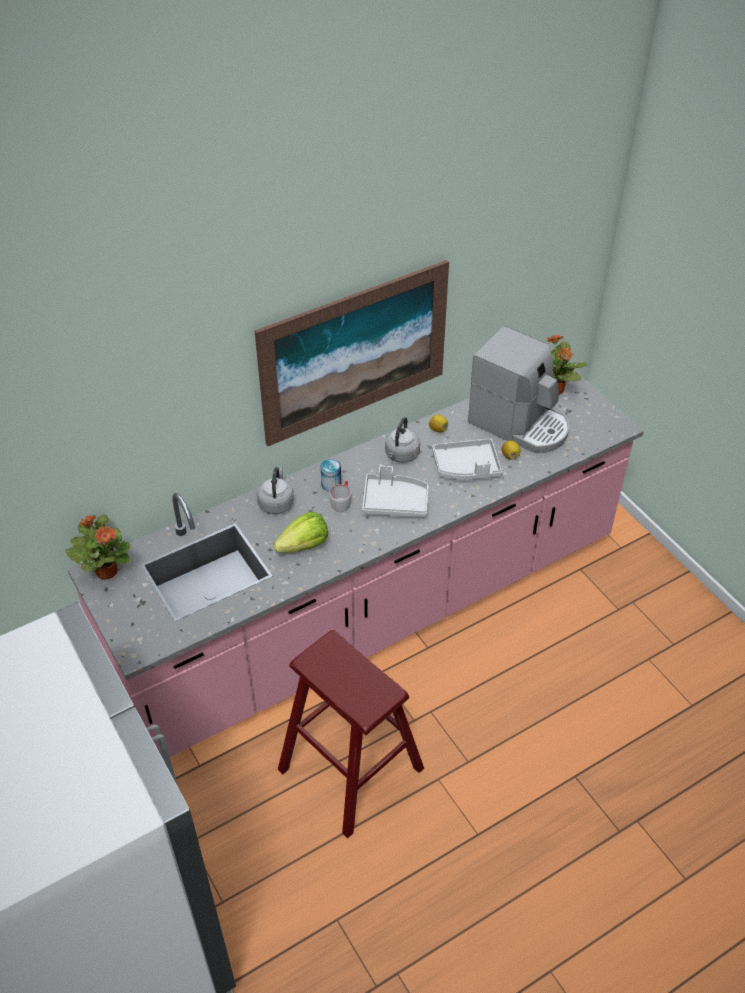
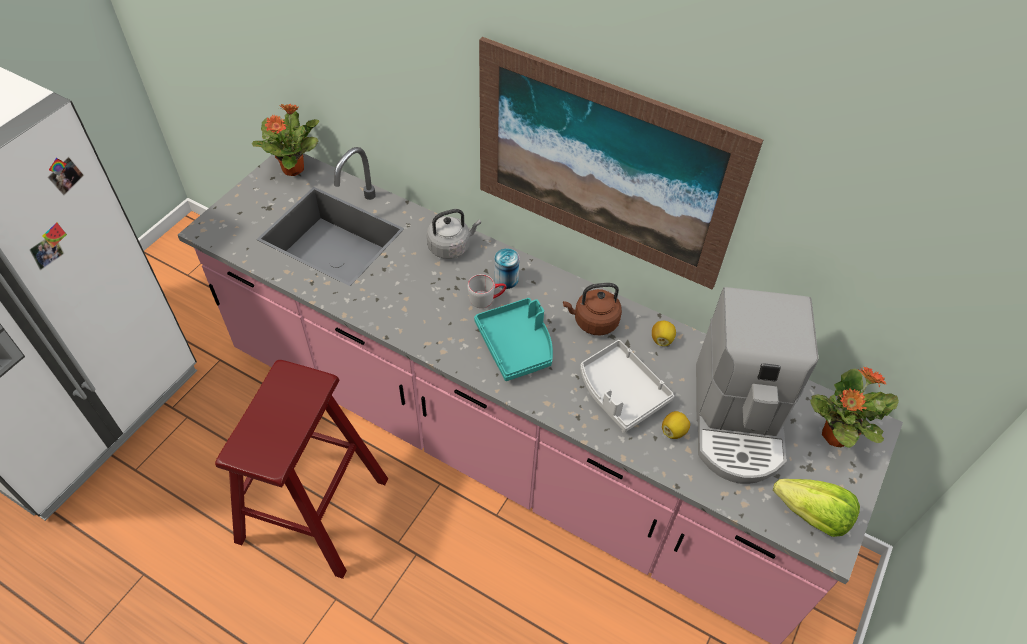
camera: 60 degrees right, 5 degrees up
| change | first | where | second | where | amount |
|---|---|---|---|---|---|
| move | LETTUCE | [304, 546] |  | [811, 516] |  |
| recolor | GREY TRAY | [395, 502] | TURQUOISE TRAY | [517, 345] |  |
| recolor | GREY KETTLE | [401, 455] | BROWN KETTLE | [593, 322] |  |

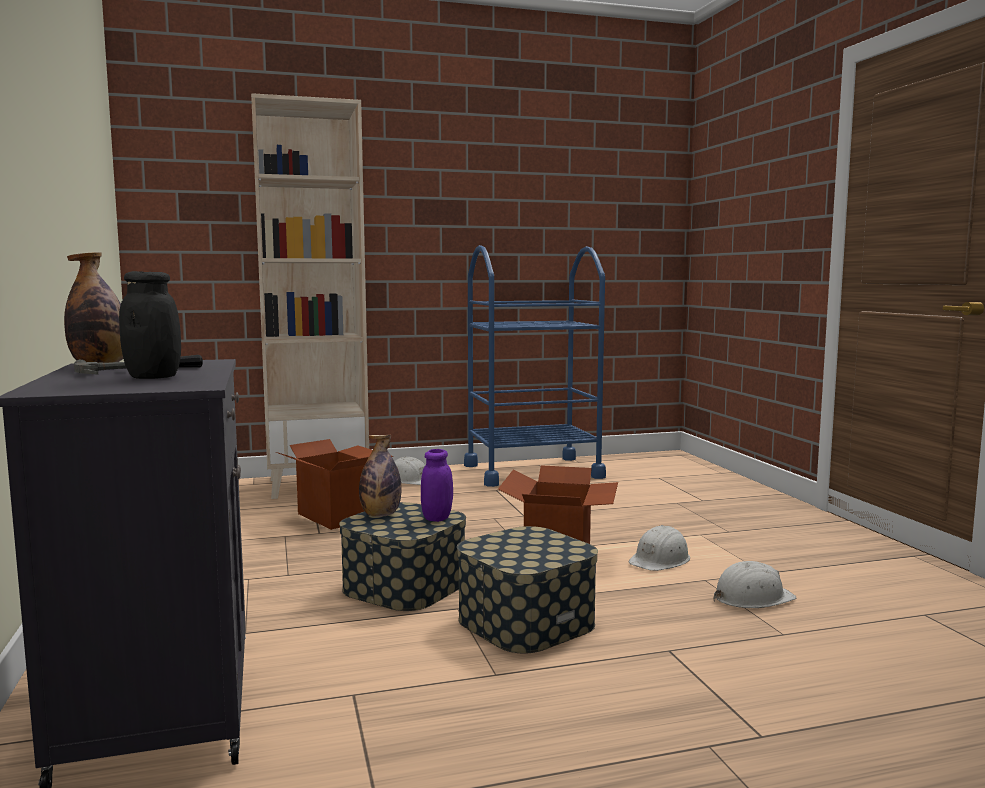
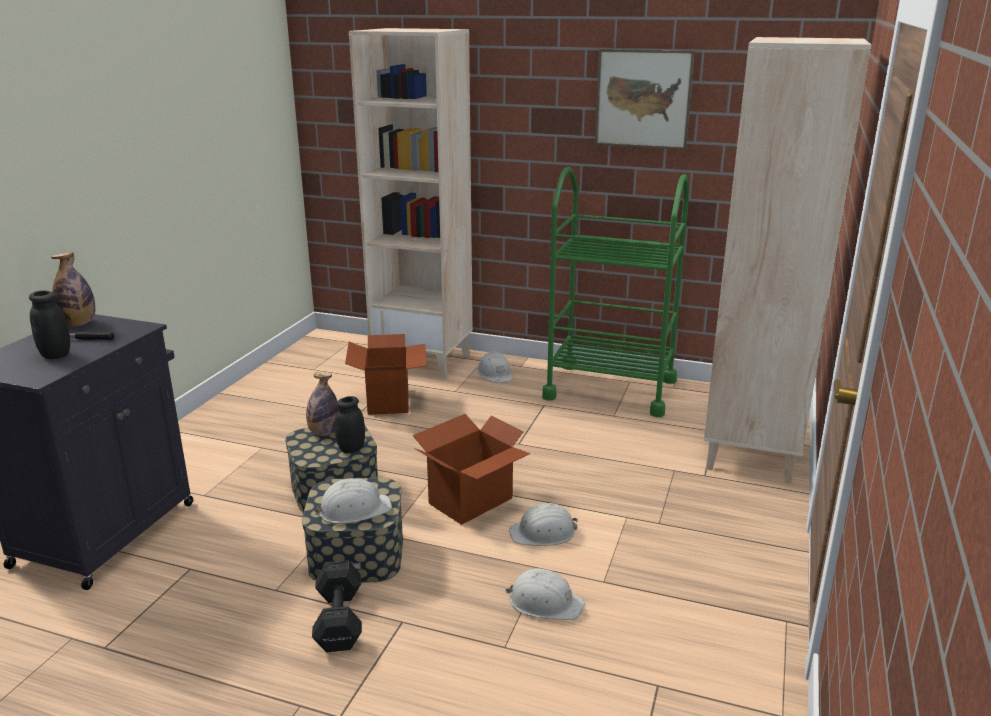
camera: 35 degrees right, 15 degrees up
| change | first | where | second | where | amount |
|---|---|---|---|---|---|
| insert |  |  | BLACK DUMBBELL | [340, 619] |  |
| insert |  |  | WHITE HARD HAT | [354, 509] |  |
| insert |  |  | PICTURE | [643, 99] |  |
| insert |  |  | BEIGE BOOKCASE | [752, 453] |  |
| recolor | PURPLE JAR | [437, 518] | BLACK JAR | [351, 449] |  |
| recolor | BLUE CART | [532, 471] | GREEN CART | [610, 389] |  |

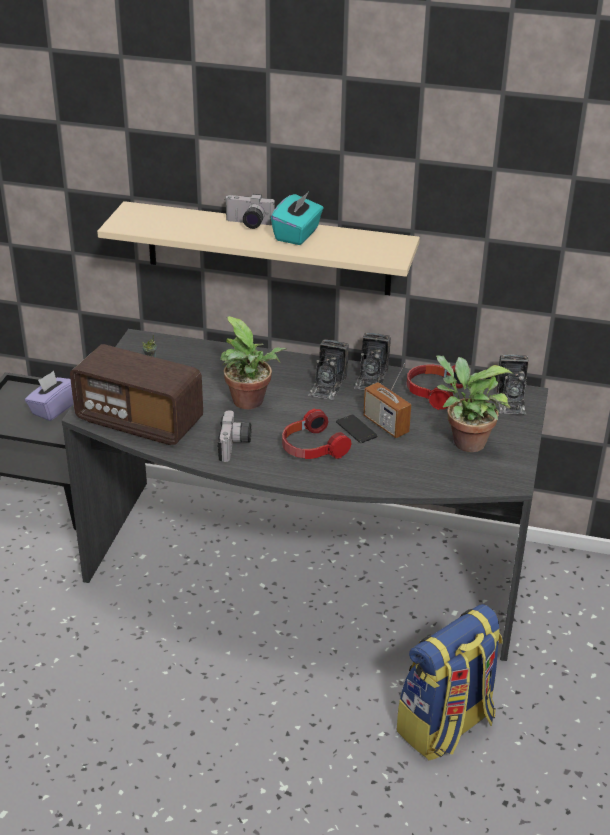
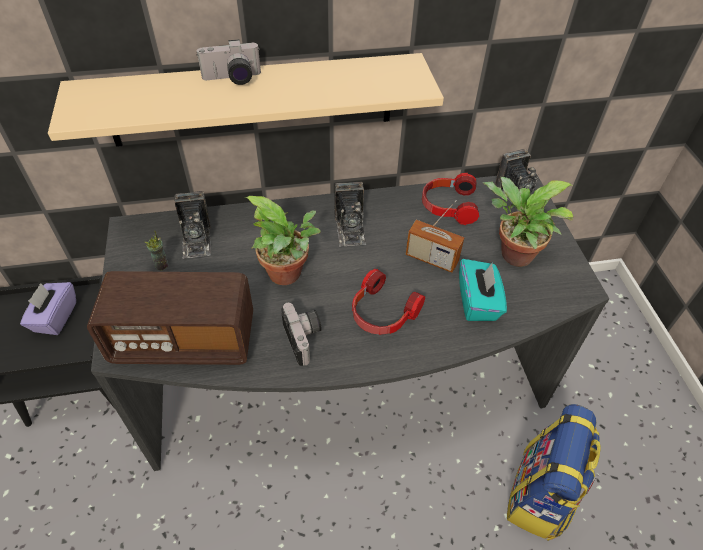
camera: 25 degrees left, 15 degrees up
| change | first | where | second | where | amount |
|---|---|---|---|---|---|
| delete | PHONE | [356, 429] |  |  |  |
| move | TURQUOISE TISSUE BOX | [297, 234] |  | [478, 302] |  |
| move | PHOTO CAMERA | [371, 378] |  | [196, 238] |  |

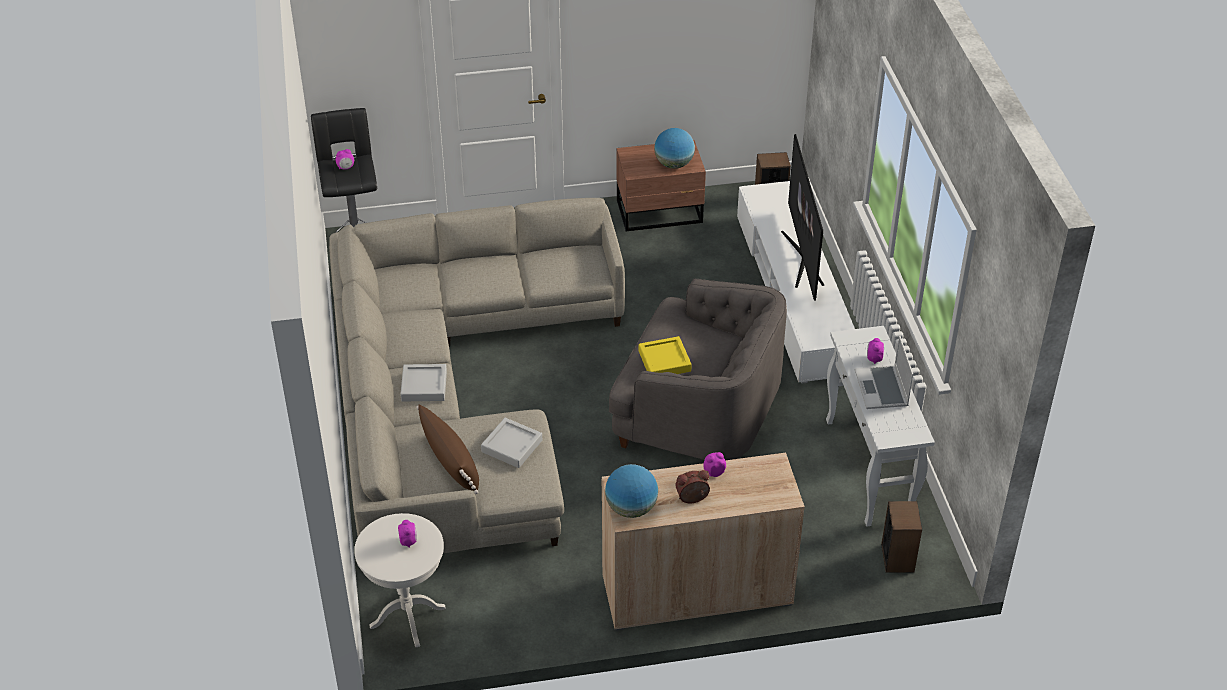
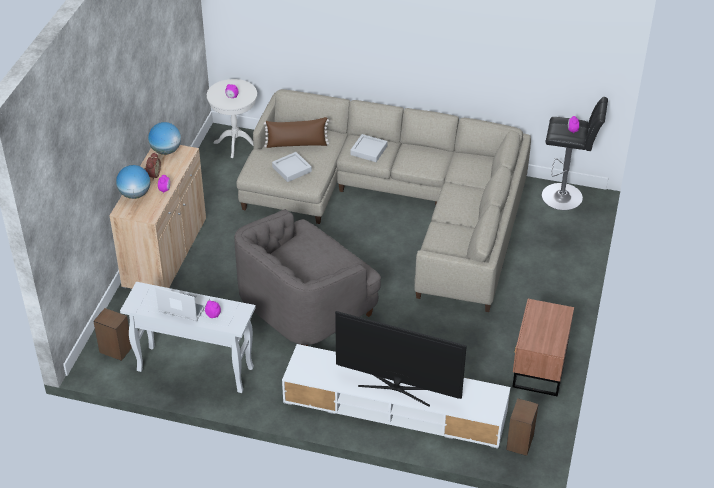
camera: 115 degrees right, 0 degrees up
| change | first | where | second | where | amount |
|---|---|---|---|---|---|
| delete | YELLOW TRAY | [664, 361] |  |  |  |
| move | GLOBE | [674, 164] |  | [135, 194] |  |

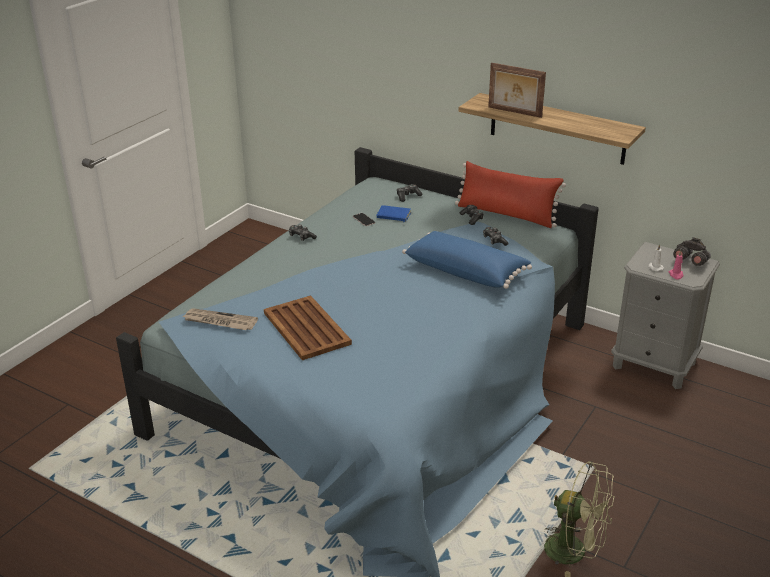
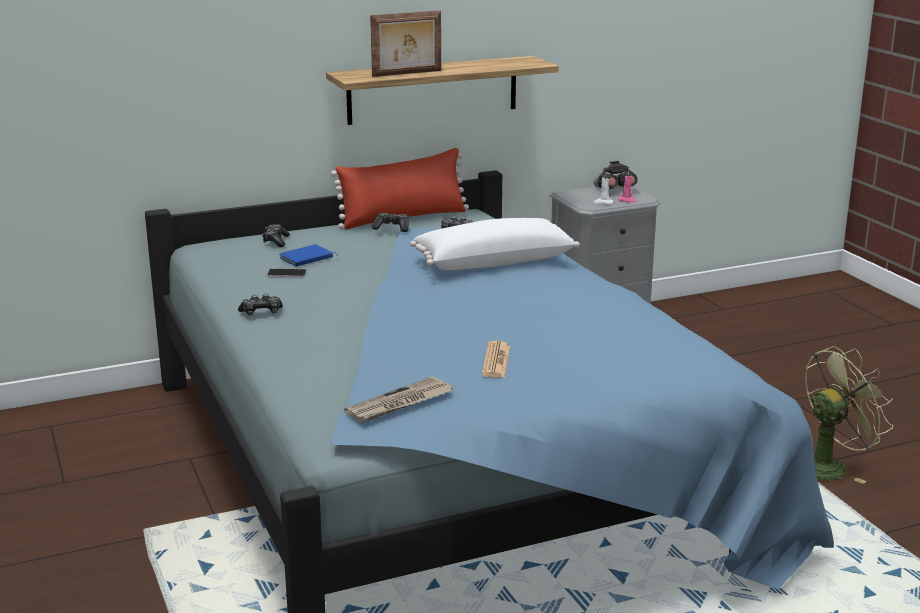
camera: 55 degrees left, 10 degrees down
| change | first | where | second | where | amount |
|---|---|---|---|---|---|
| replace | BROWN TRAY | [306, 329] | NEWSPAPER | [496, 361] |  |
| recolor | BLUE PILLOW | [466, 271] | WHITE PILLOW | [493, 262] |  |

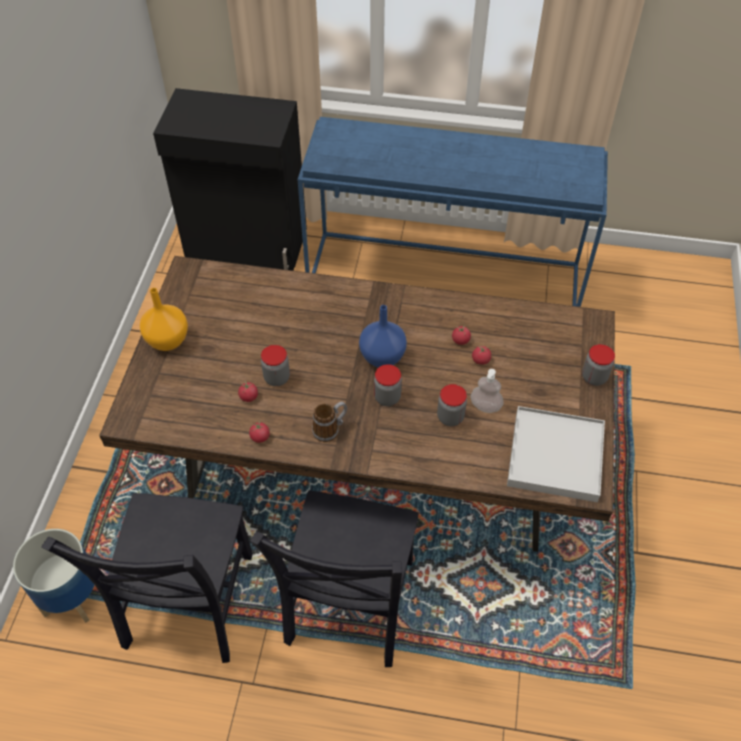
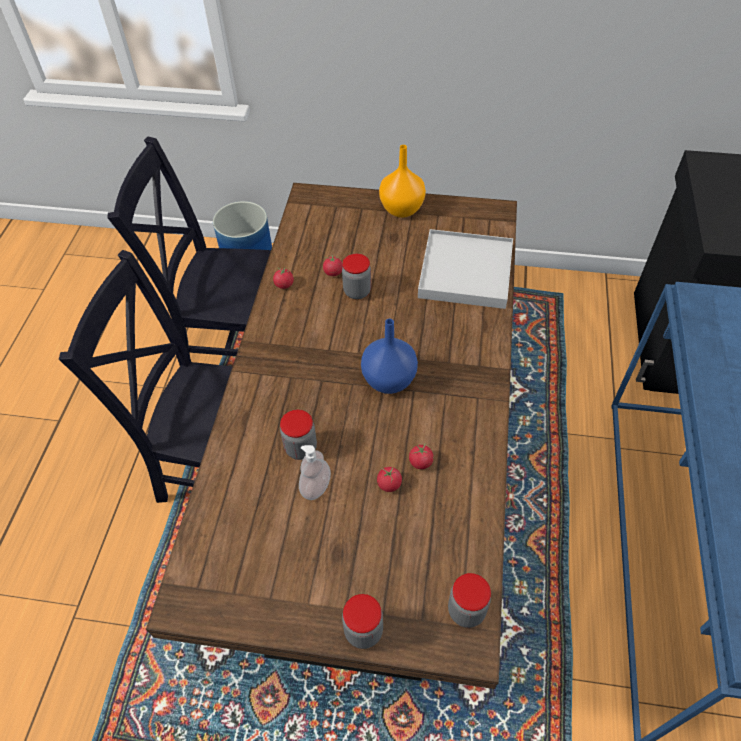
camera: 90 degrees right, 0 degrees up
| change | first | where | second | where | amount |
|---|---|---|---|---|---|
| delete | MUG | [330, 429] |  |  |  |
| move | JAR | [387, 397] |  | [466, 610] |  |
| move | WHITE TRAY | [555, 456] |  | [465, 272] |  |

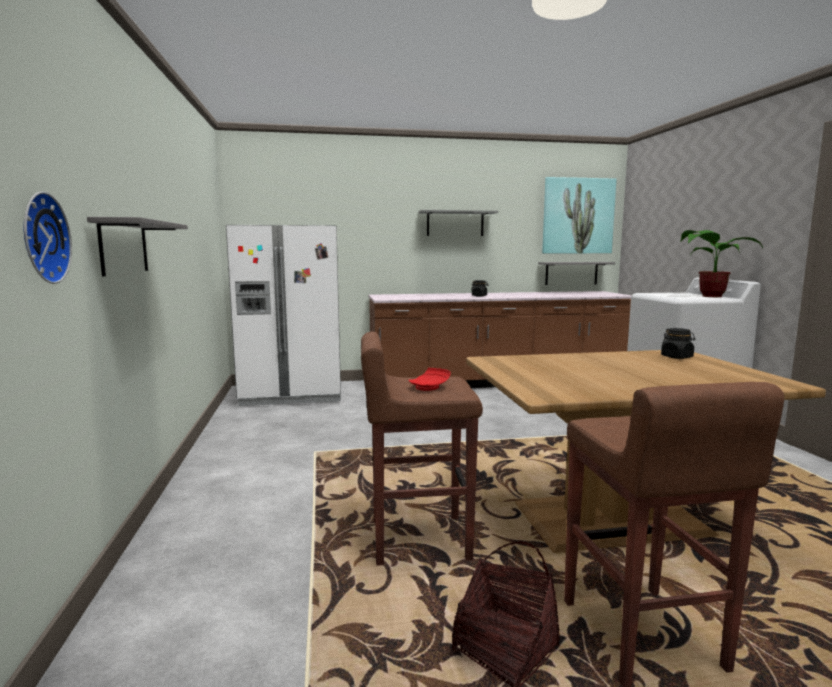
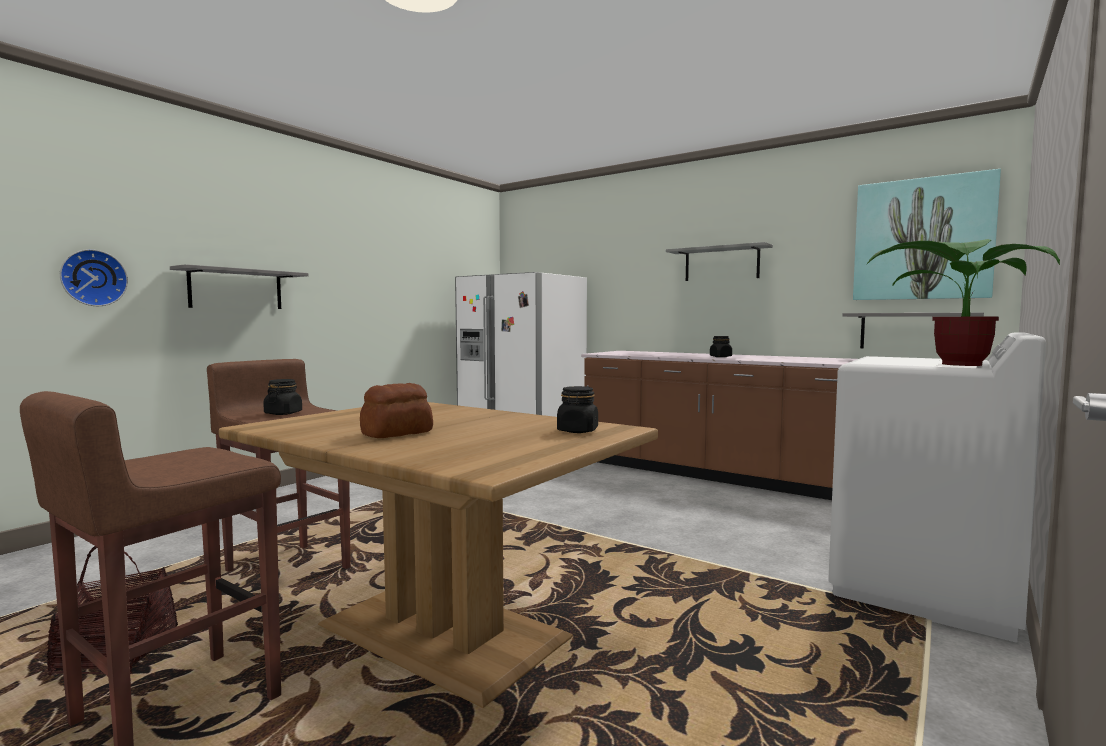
camera: 45 degrees right, 5 degrees down
| change | first | where | second | where | amount |
|---|---|---|---|---|---|
| insert |  |  | BREAD | [395, 433] |  |
| replace | RED PLATE | [430, 387] | BLACK JAR | [283, 413] |  |

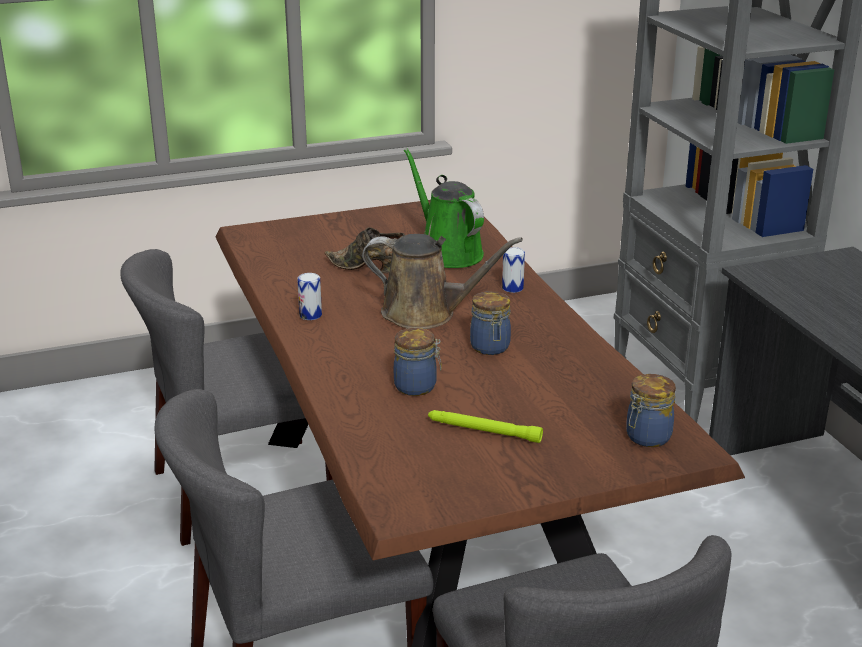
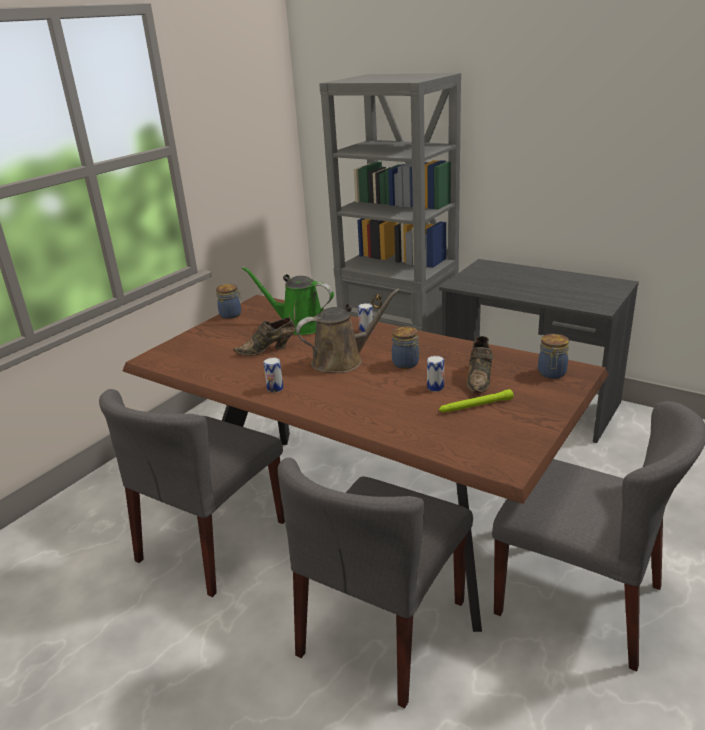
camera: 35 degrees left, 0 degrees up
| change | first | where | second | where | amount |
|---|---|---|---|---|---|
| insert |  |  | CAN | [435, 387] |  |
| insert |  |  | BROWN SHOE | [479, 378] |  |
| move | JAR | [417, 386] |  | [231, 314] |  |

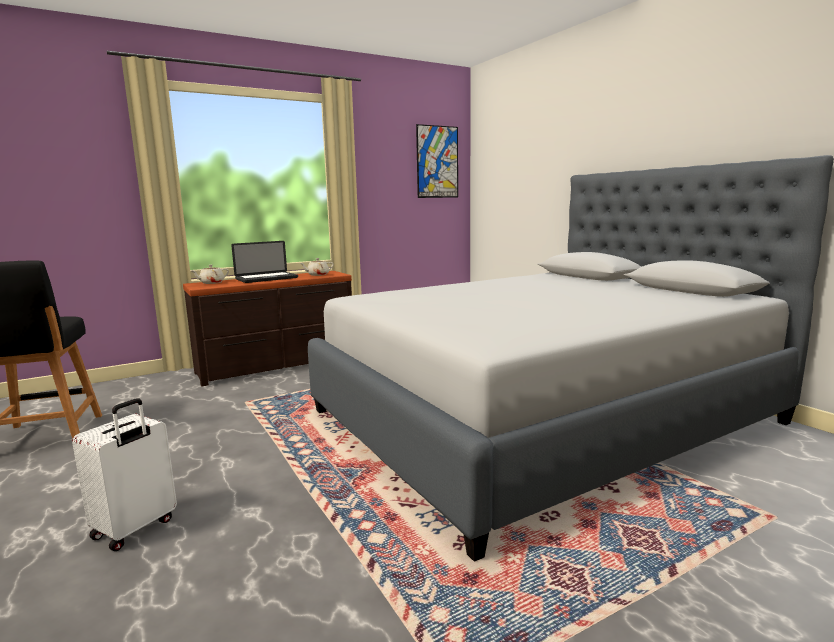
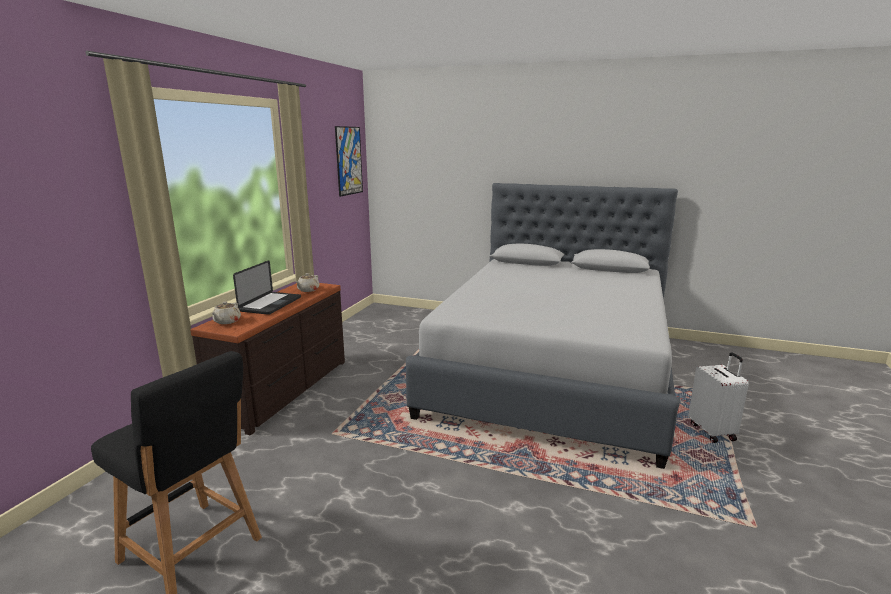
camera: 40 degrees left, 5 degrees up
| change | first | where | second | where | amount |
|---|---|---|---|---|---|
| move | WHITE SUITCASE | [135, 529] |  | [713, 431] |  |

